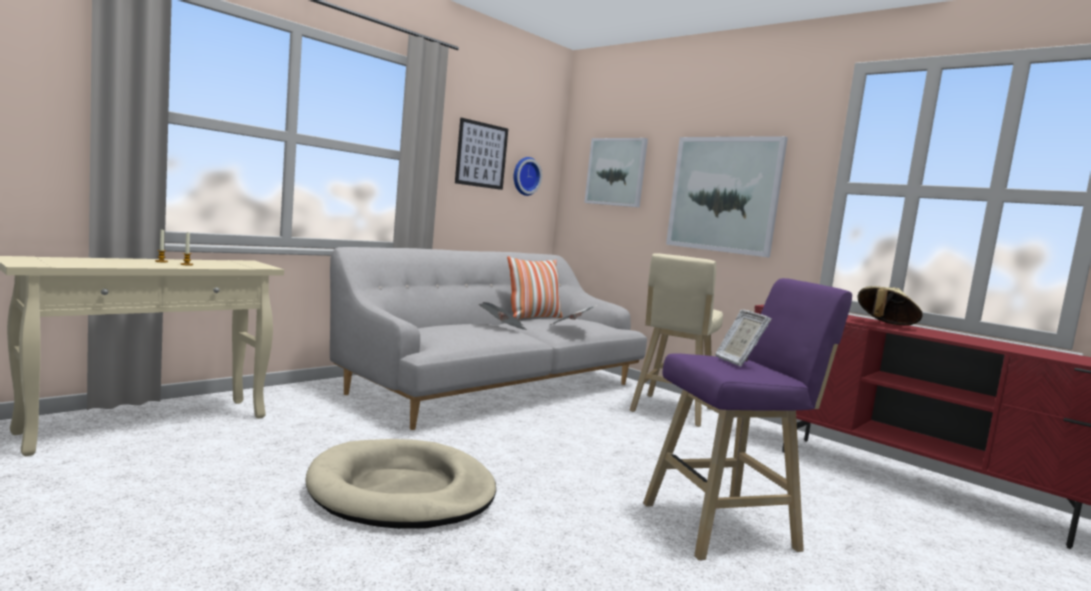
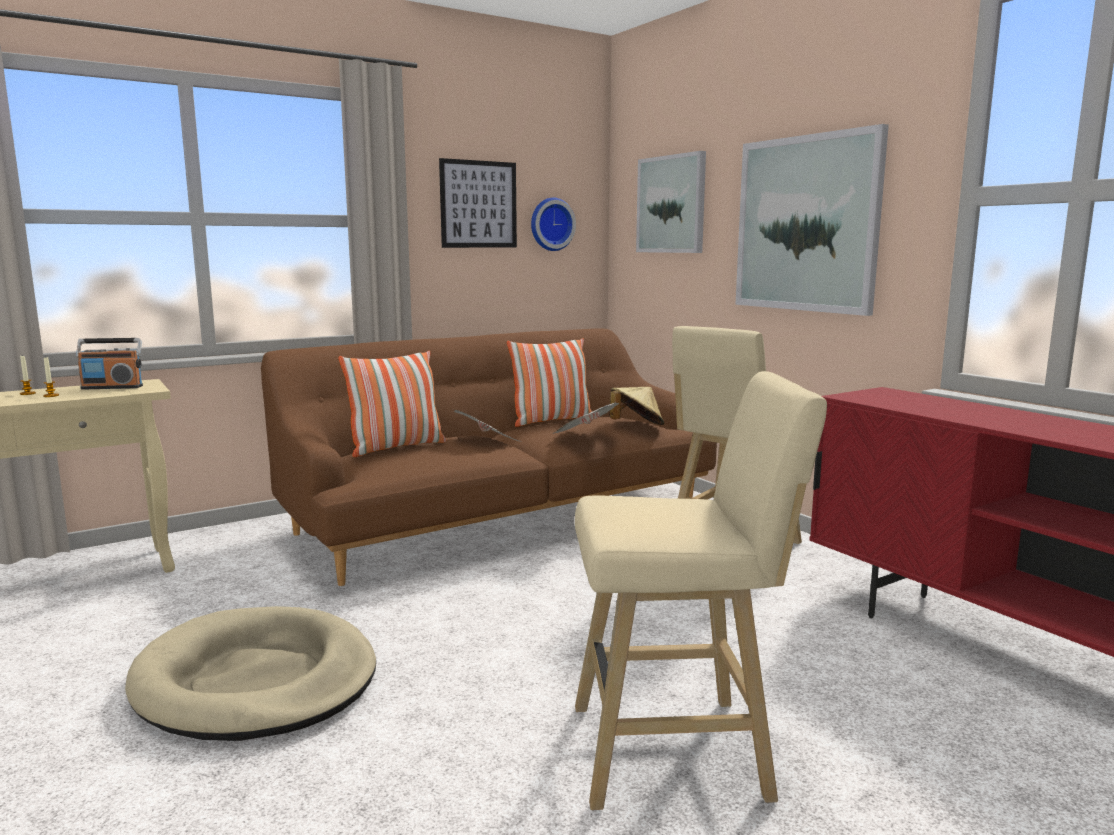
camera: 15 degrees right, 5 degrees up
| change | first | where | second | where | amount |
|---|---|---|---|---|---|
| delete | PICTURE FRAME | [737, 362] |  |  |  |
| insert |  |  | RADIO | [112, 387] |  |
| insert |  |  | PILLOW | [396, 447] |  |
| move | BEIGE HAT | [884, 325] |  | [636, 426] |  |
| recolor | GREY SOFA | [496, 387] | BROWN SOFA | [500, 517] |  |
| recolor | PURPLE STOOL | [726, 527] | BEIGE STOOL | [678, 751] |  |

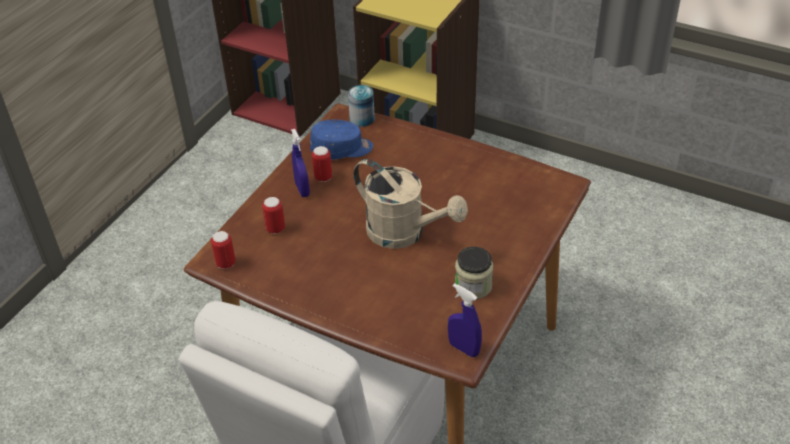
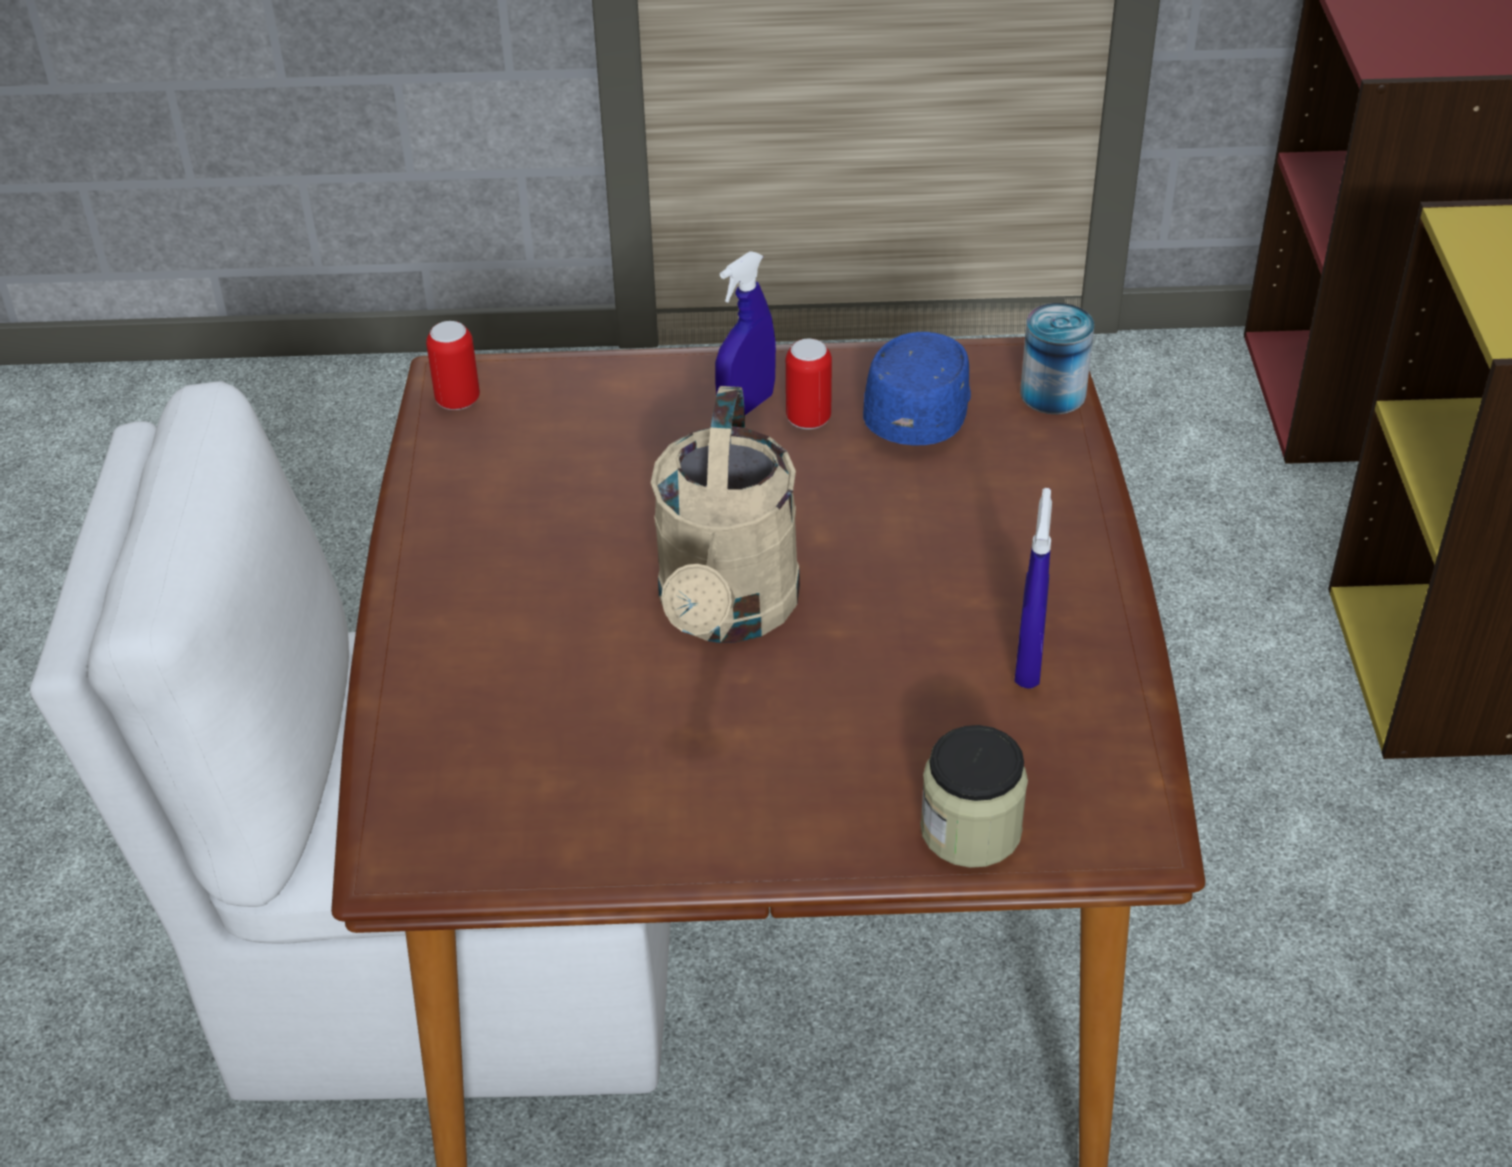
camera: 60 degrees right, 0 degrees up
| change | first | where | second | where | amount |
|---|---|---|---|---|---|
| delete | CAN | [275, 229] |  |  |  |
| move | BLUE SPRAY BOTTLE | [463, 348] |  | [1028, 663] |  |
| move | JAR | [473, 286] |  | [971, 830] |  |
| rotate | BLUE CAP | [342, 150] |  | [921, 408] | 120 degrees counterclockwise |

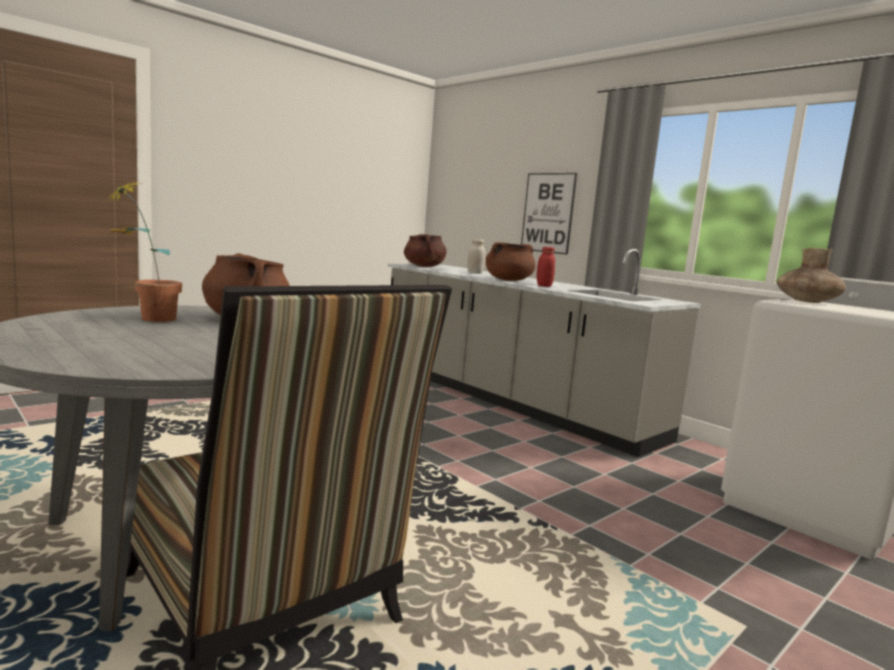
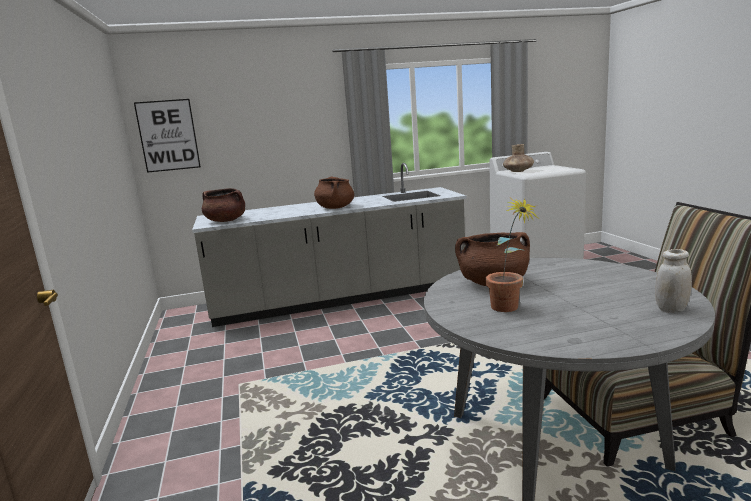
camera: 60 degrees left, 5 degrees up
| change | first | where | second | where | amount |
|---|---|---|---|---|---|
| delete | RED JAR | [544, 286] |  |  |  |
| move | WHITE JAR | [475, 273] |  | [671, 309] |  |
| move | PICTURE | [548, 213] |  | [168, 135] |  |

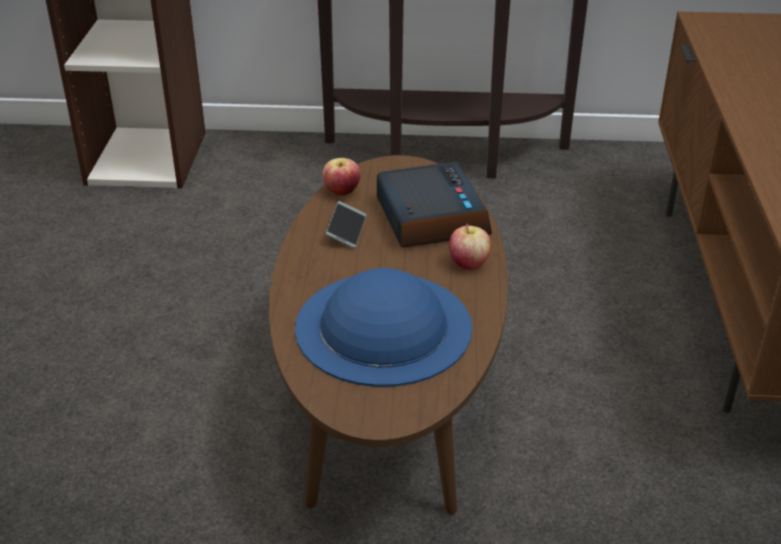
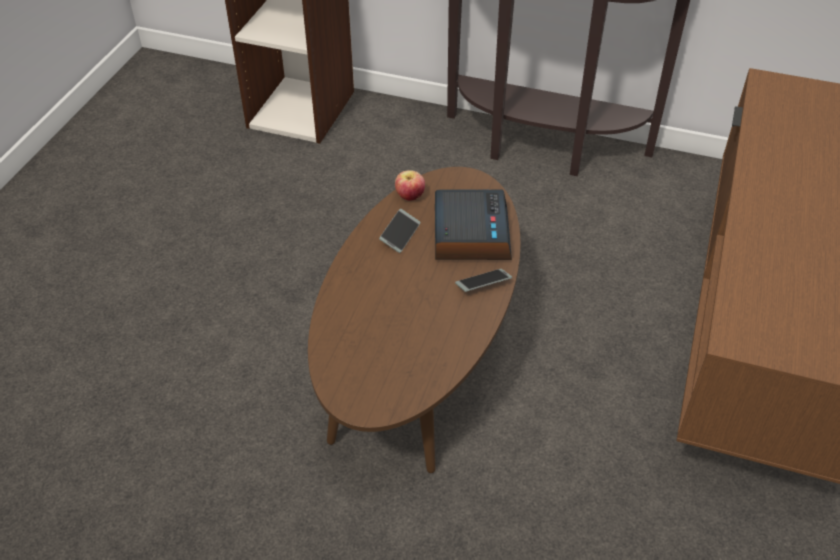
camera: 15 degrees right, 10 degrees up
| change | first | where | second | where | amount |
|---|---|---|---|---|---|
| delete | BLUE HAT | [383, 326] |  |  |  |
| replace | APPLE | [469, 263] | PHONE | [483, 284] |  |

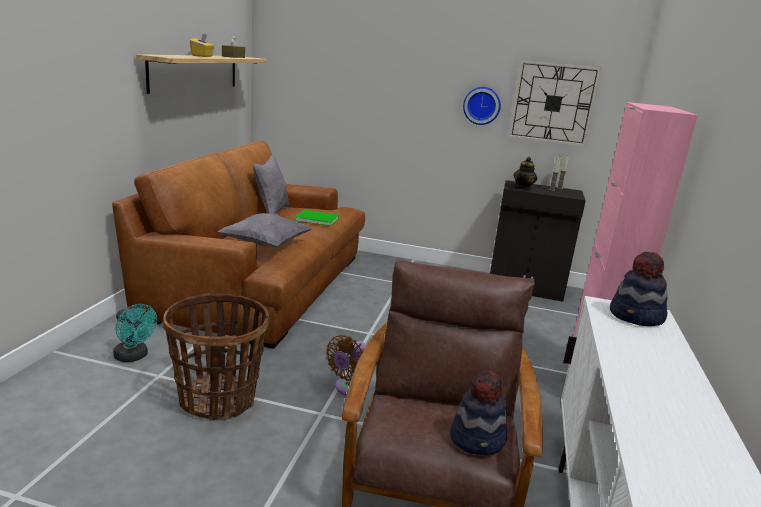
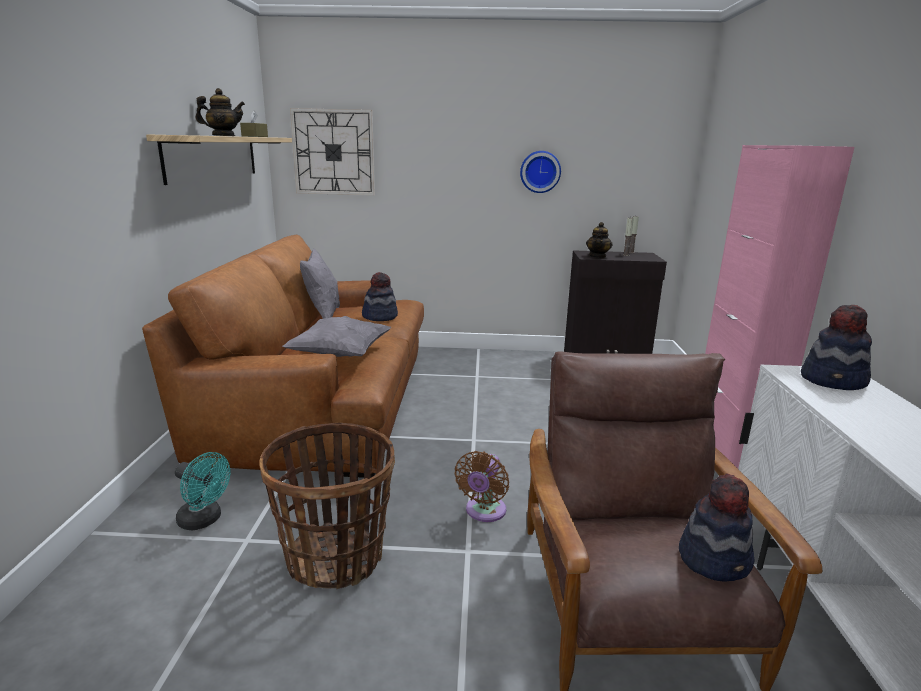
camera: 10 degrees left, 0 degrees up
| change | first | where | second | where | amount |
|---|---|---|---|---|---|
| move | WALL CLOCK | [553, 103] |  | [333, 152] |  |
| replace | YELLOW TISSUE BOX | [202, 56] | TEAPOT | [223, 135] |  |
| replace | GREEN BOOK | [316, 219] | HAT | [380, 316] |  |

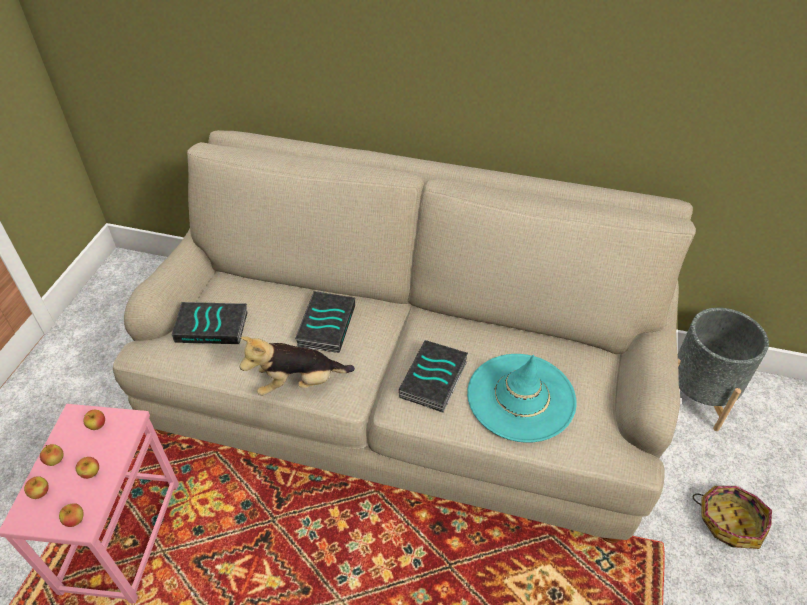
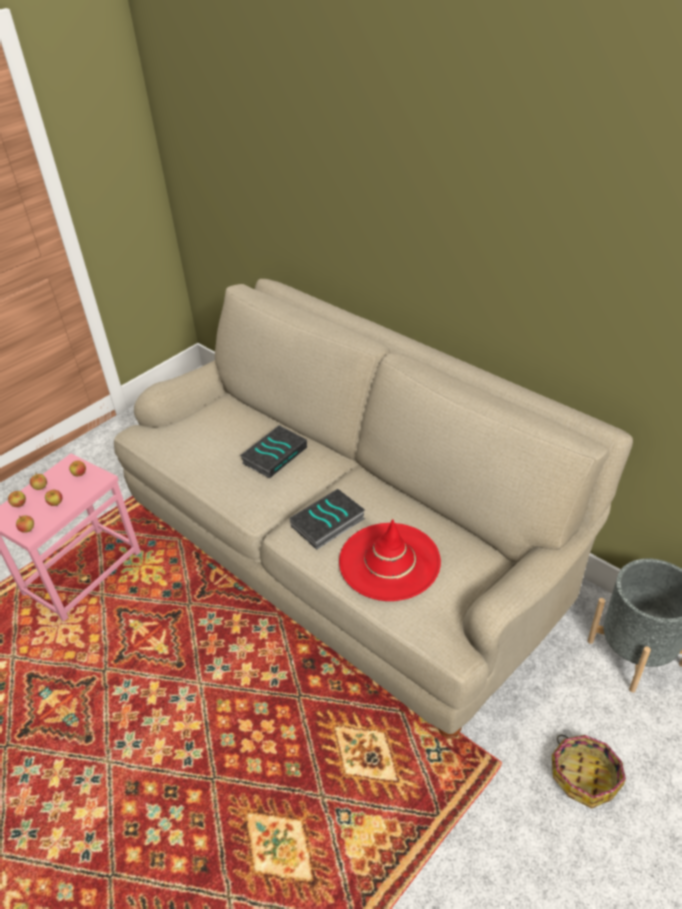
camera: 30 degrees right, 5 degrees down
| change | first | where | second | where | amount |
|---|---|---|---|---|---|
| delete | BOOK | [213, 326] |  |  |  |
| delete | PLUSH TOY | [299, 383] |  |  |  |
| recolor | TURQUOISE HAT | [521, 397] | RED HAT | [389, 561] |  |

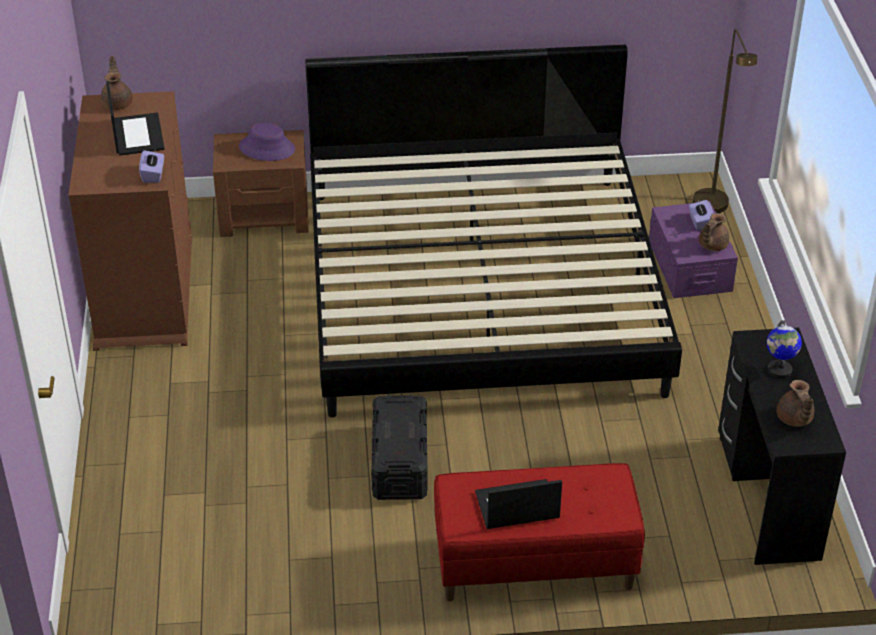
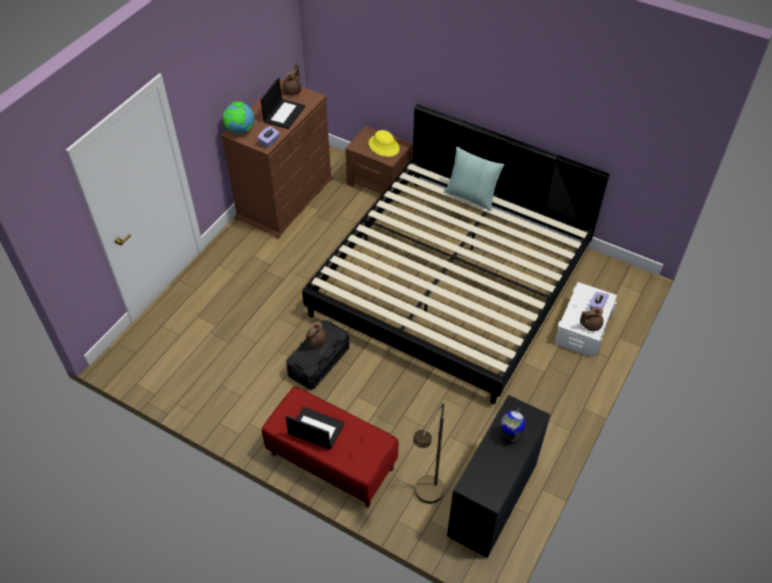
camera: 35 degrees right, 10 degrees up
| change | first | where | second | where | amount |
|---|---|---|---|---|---|
| insert |  |  | GLOBE | [240, 130] |  |
| insert |  |  | PILLOW | [471, 196] |  |
| move | BROWN FLOOR LAMP | [714, 209] |  | [426, 497] |  |
| move | BROWN TEAPOT | [794, 419] |  | [316, 341] |  |
| recolor | PURPLE HAT | [267, 148] | YELLOW HAT | [384, 146] |  |
| recolor | PURPLE STORAGE BOX | [689, 265] | WHITE STORAGE BOX | [583, 328] |  |

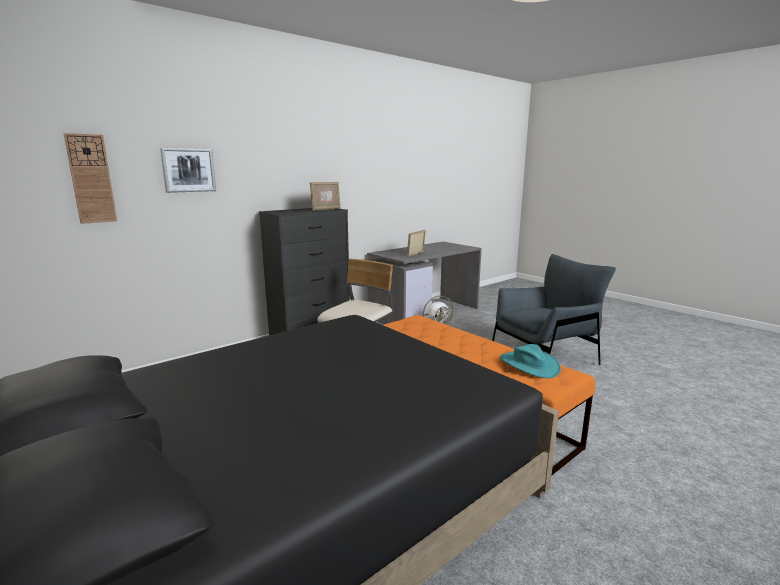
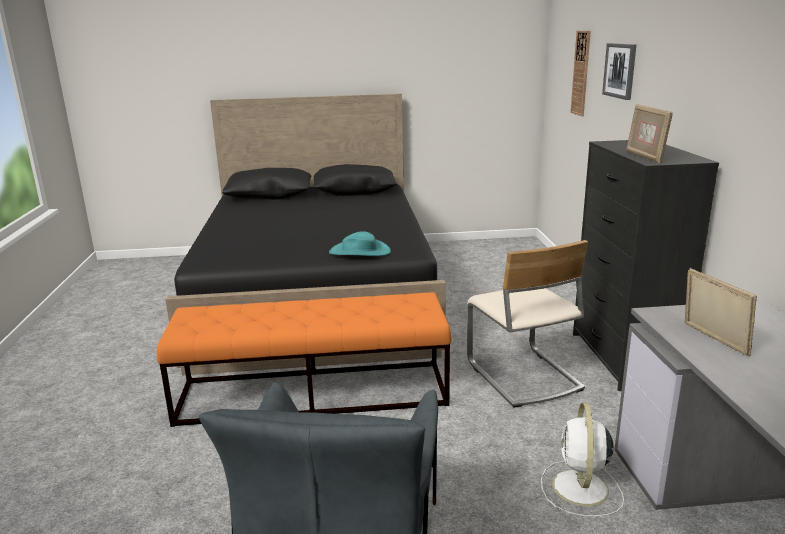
camera: 125 degrees right, 5 degrees up
| change | first | where | second | where | amount |
|---|---|---|---|---|---|
| move | TURQUOISE HAT | [528, 365] |  | [360, 252] |  |

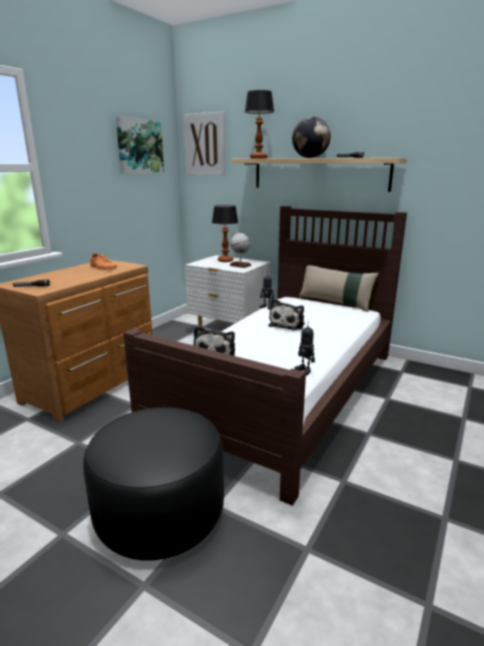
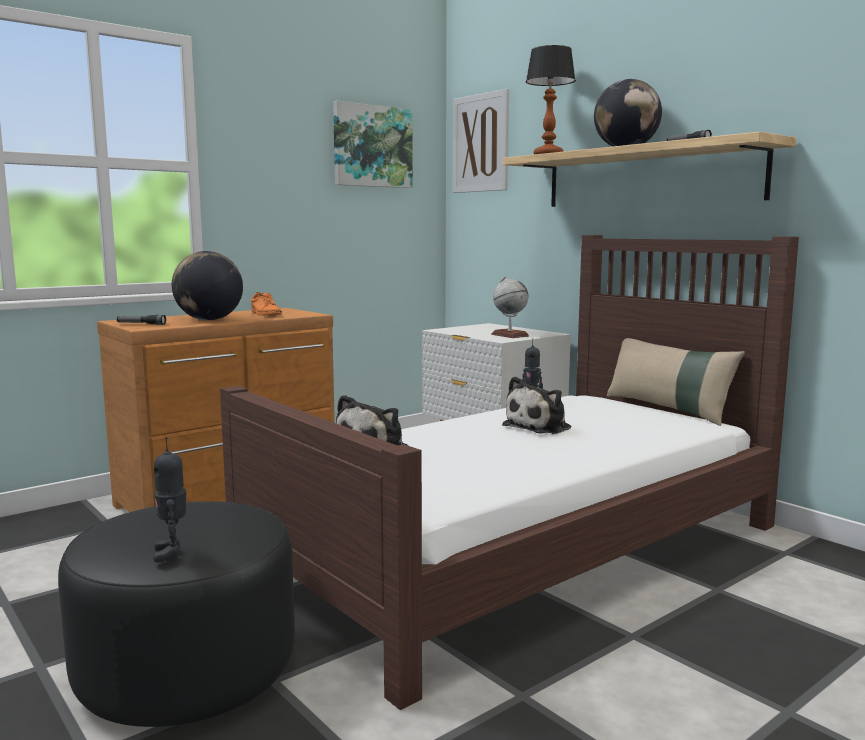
camera: 20 degrees right, 10 degrees down
| change | first | where | second | where | amount |
|---|---|---|---|---|---|
| delete | TABLE LAMP | [225, 260] |  |  |  |
| insert |  |  | GLOBE | [209, 320] |  |
| move | TOY ROBOT | [304, 370] |  | [172, 553] |  |

